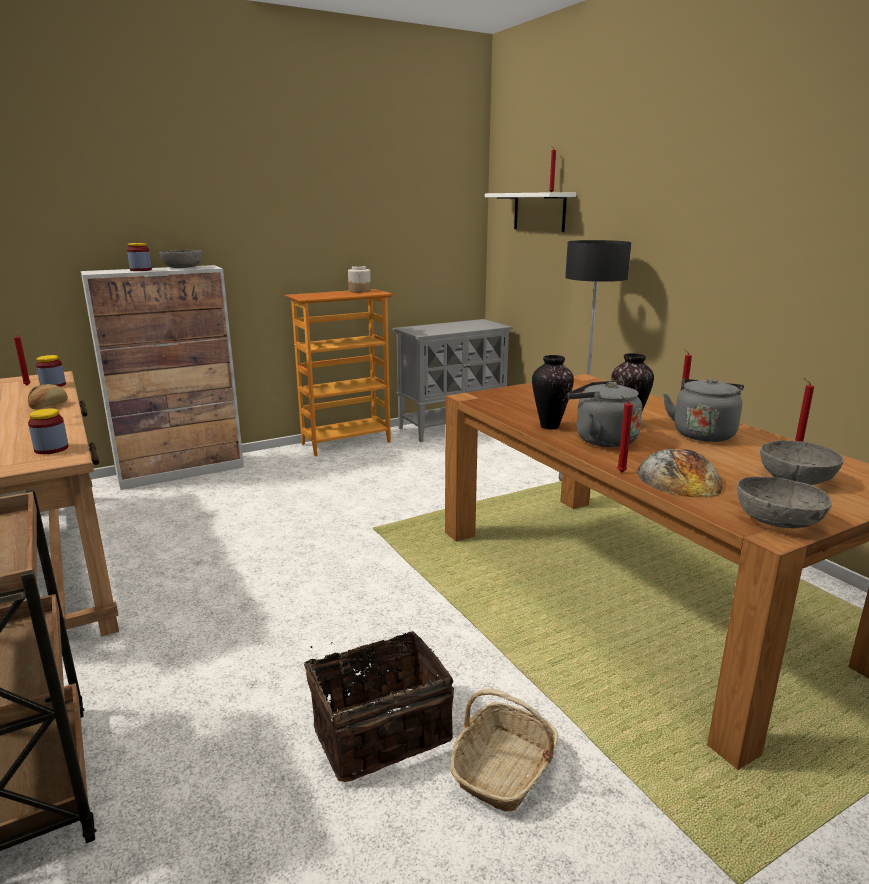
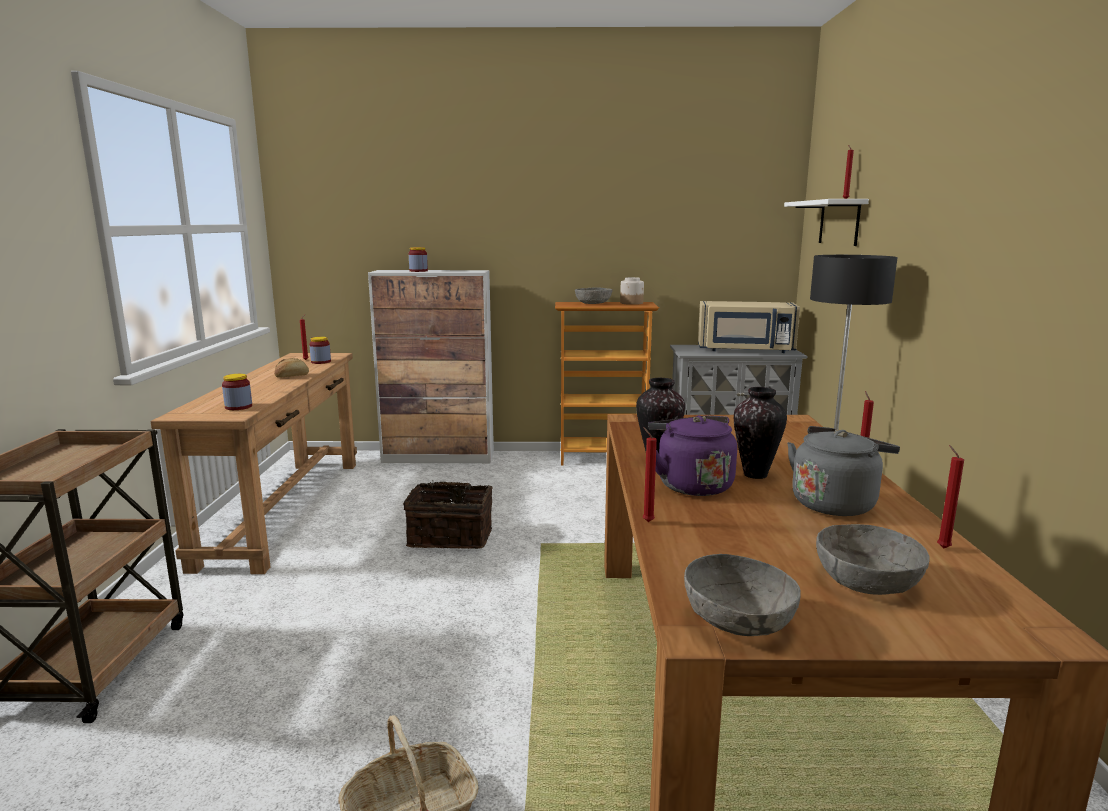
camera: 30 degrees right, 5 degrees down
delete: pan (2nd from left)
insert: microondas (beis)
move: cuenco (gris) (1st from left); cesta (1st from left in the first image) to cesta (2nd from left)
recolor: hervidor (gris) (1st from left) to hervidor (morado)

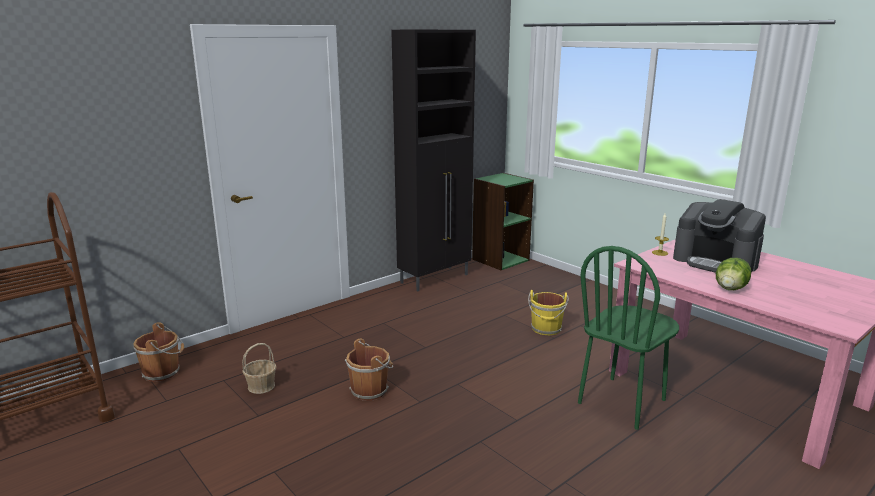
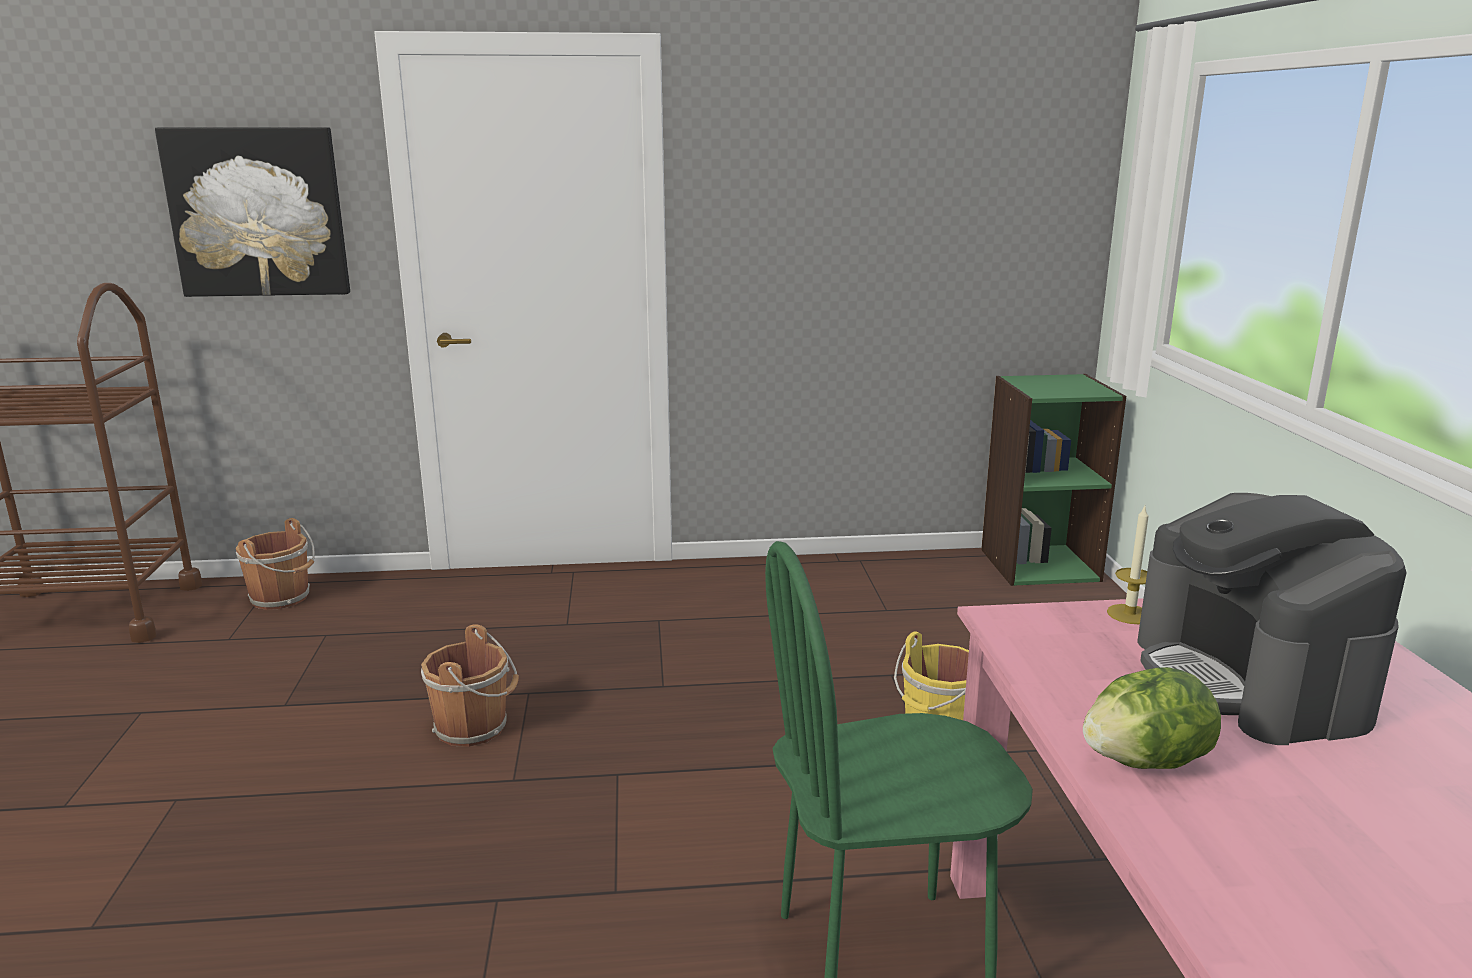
camera: 35 degrees right, 0 degrees up
delete: cesta; armario (negro)
insert: cuadro

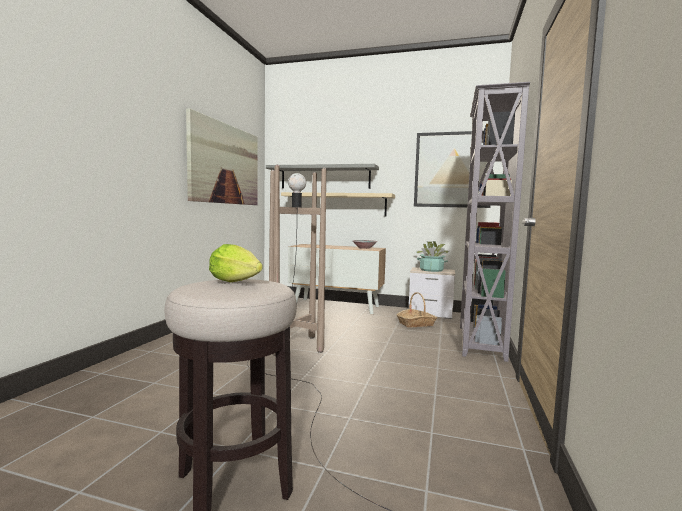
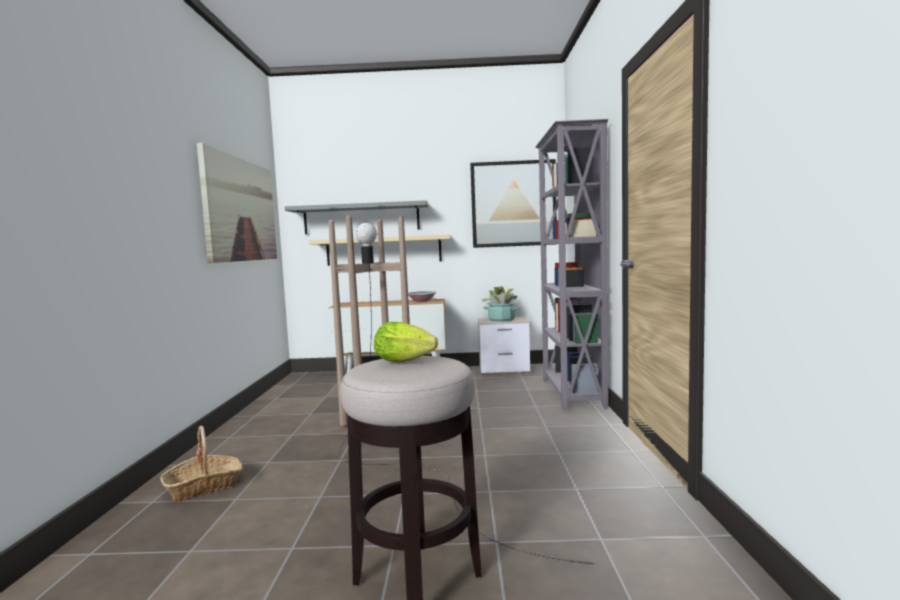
camera: 15 degrees left, 0 degrees up
move: cesta

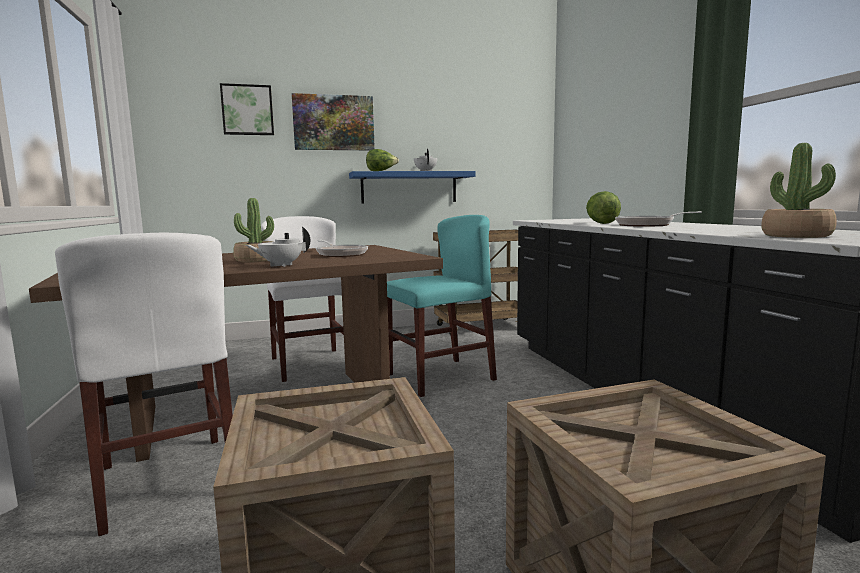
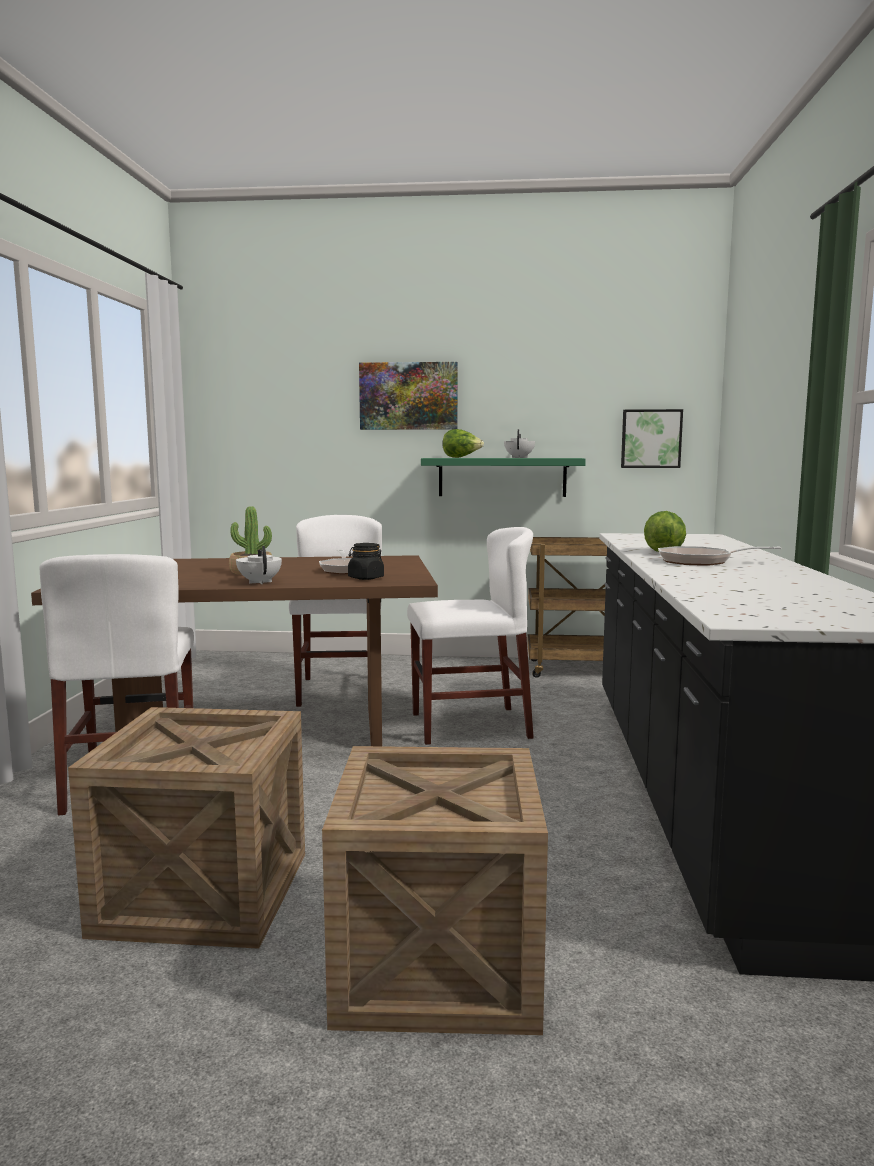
camera: 20 degrees right, 0 degrees up
delete: planta en maceta (2nd from left)
insert: tarro (negro)
move: cuadro (1st from left in the first image) to cuadro (2nd from left)
recolor: estante (azul) to estante (verde); silla (turquesa) to silla (blanco) (3rd from left)
rotate: tetera (blanco) (1st from left) 75 degrees clockwise

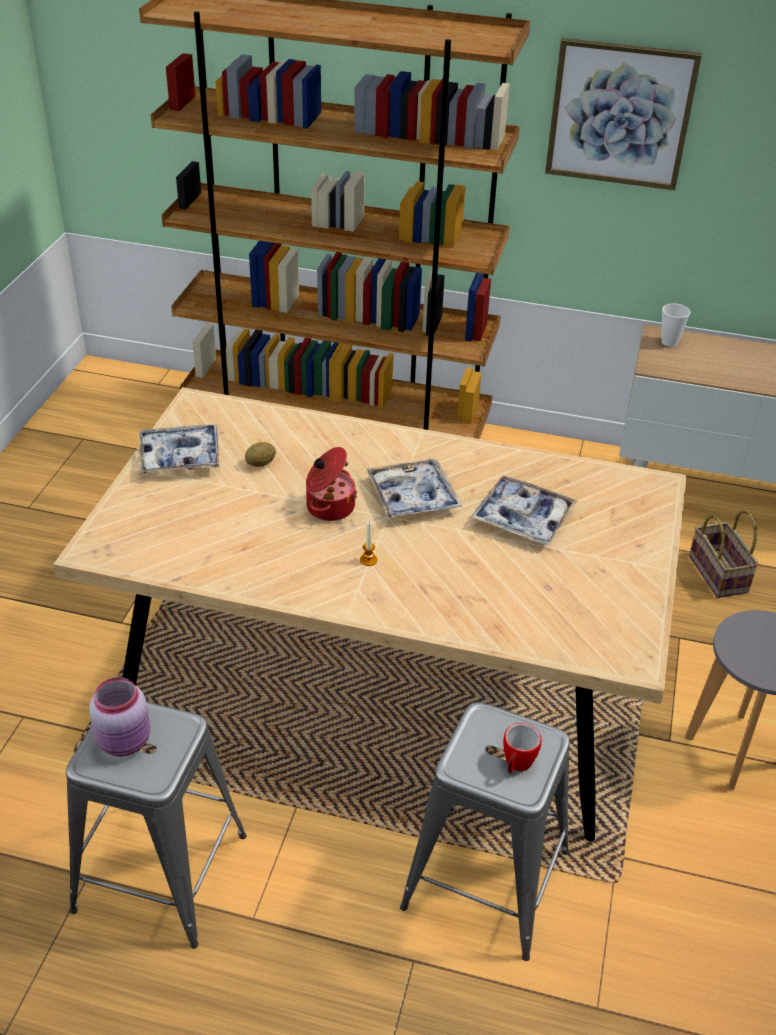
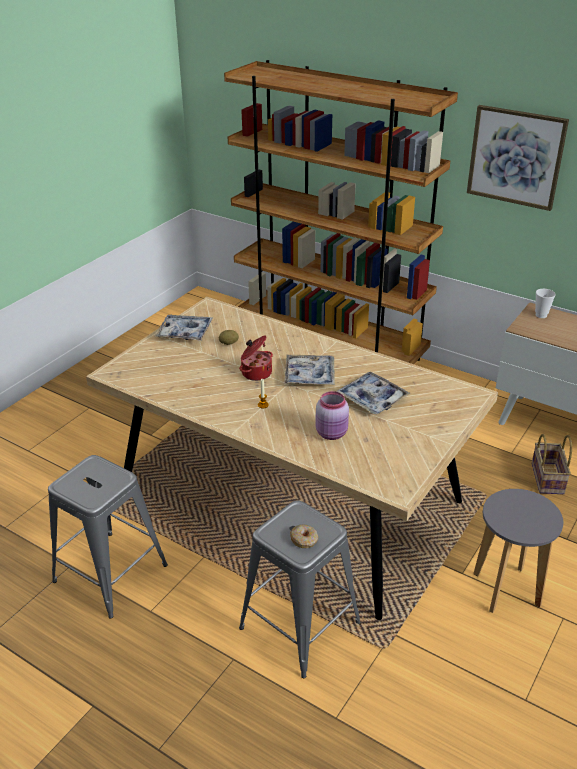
camera: 20 degrees right, 5 degrees down
move: tarro (rosa)
replace: taza grande to rosquilla

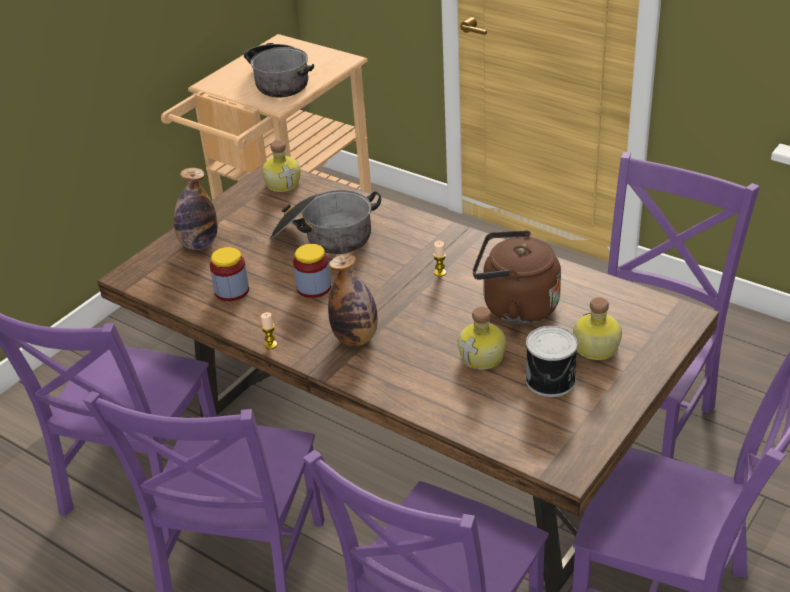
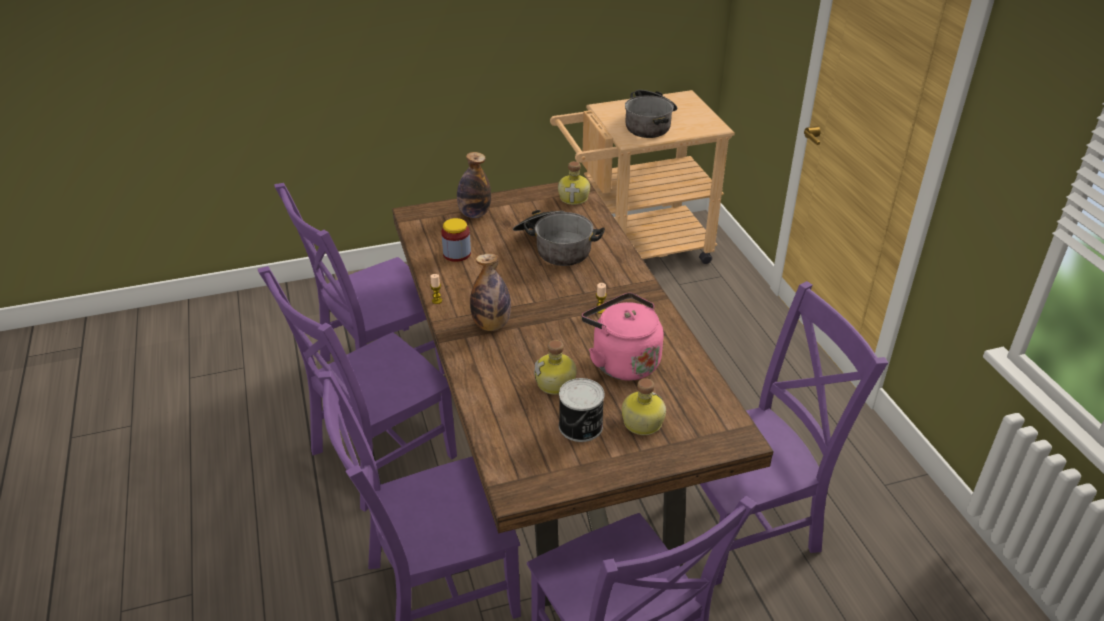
camera: 35 degrees right, 0 degrees up
delete: tarro (2nd from left)
recolor: hervidor (marrón) to hervidor (rosa)

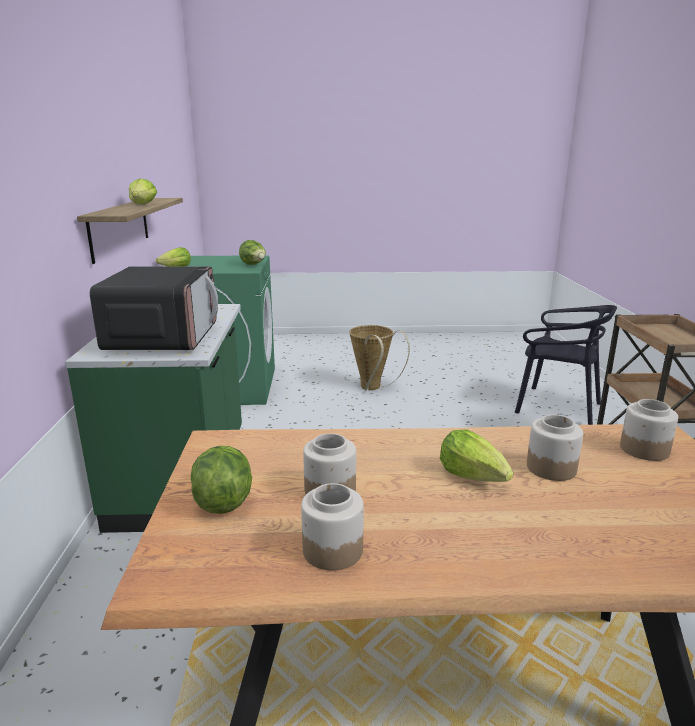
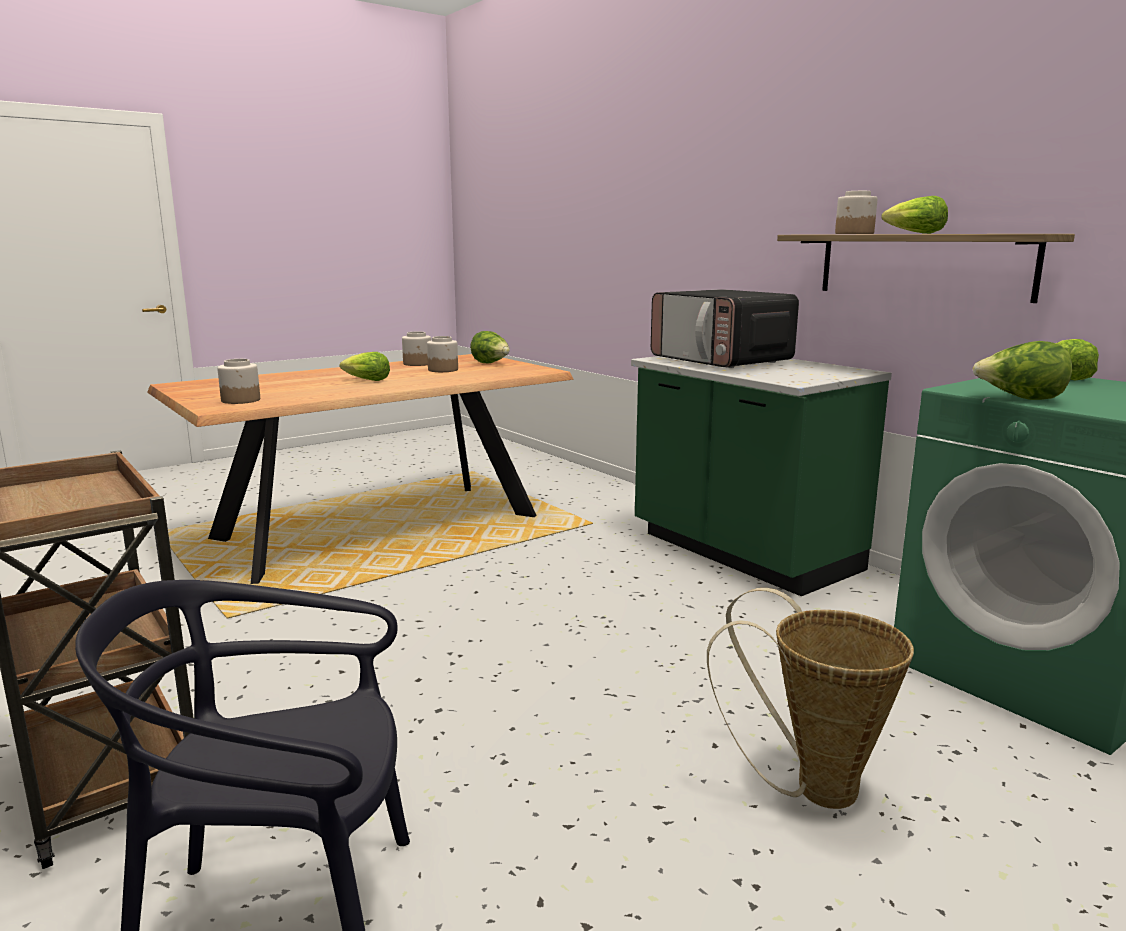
camera: 145 degrees right, 5 degrees down
move: tarro (3rd from left in the first image) to tarro (4th from left)

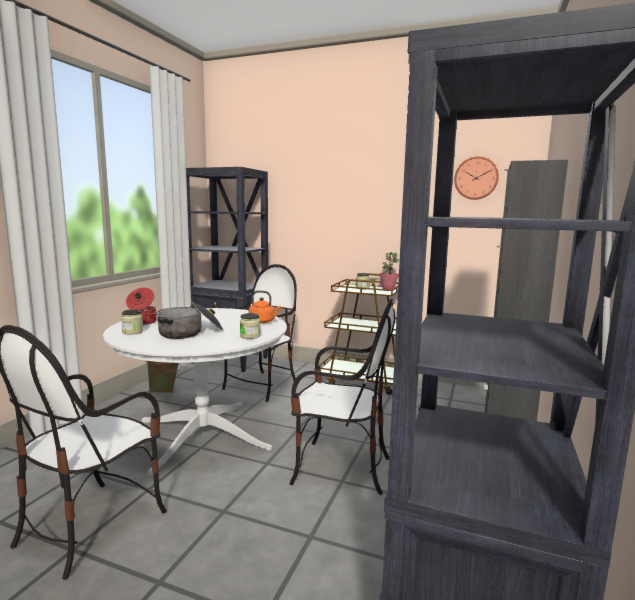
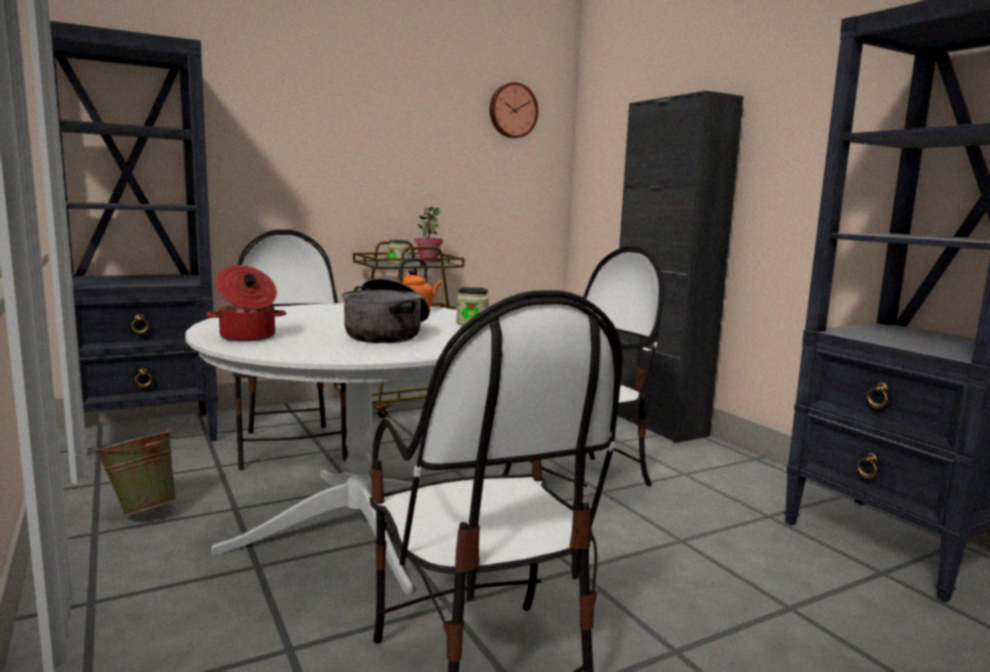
camera: 50 degrees left, 0 degrees up
delete: tarro (1st from left)

